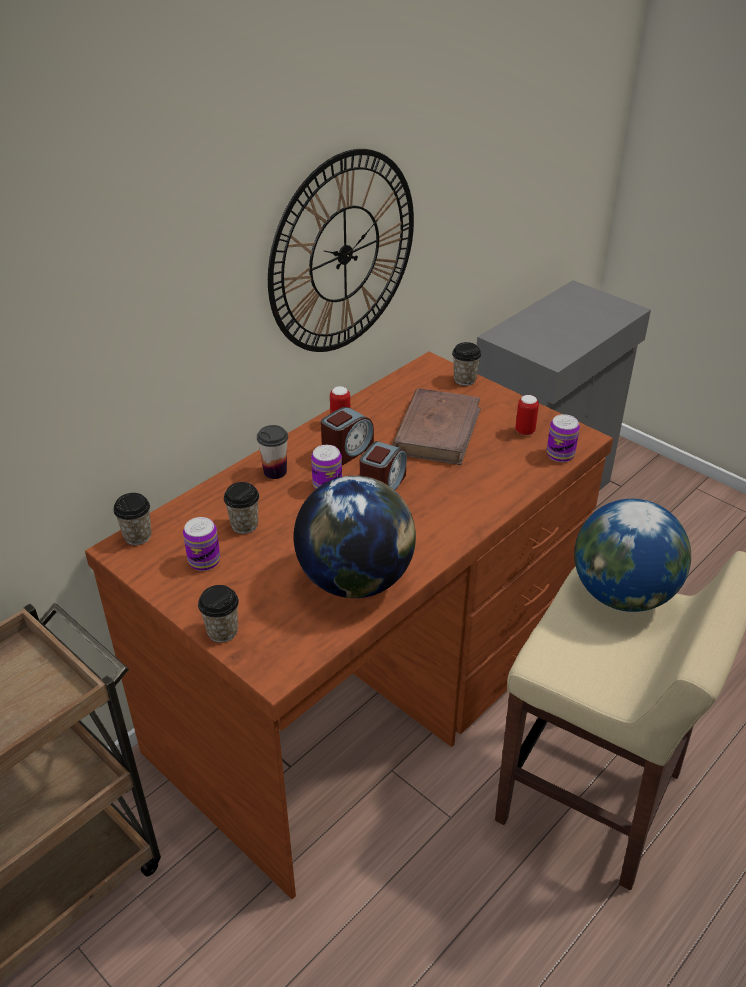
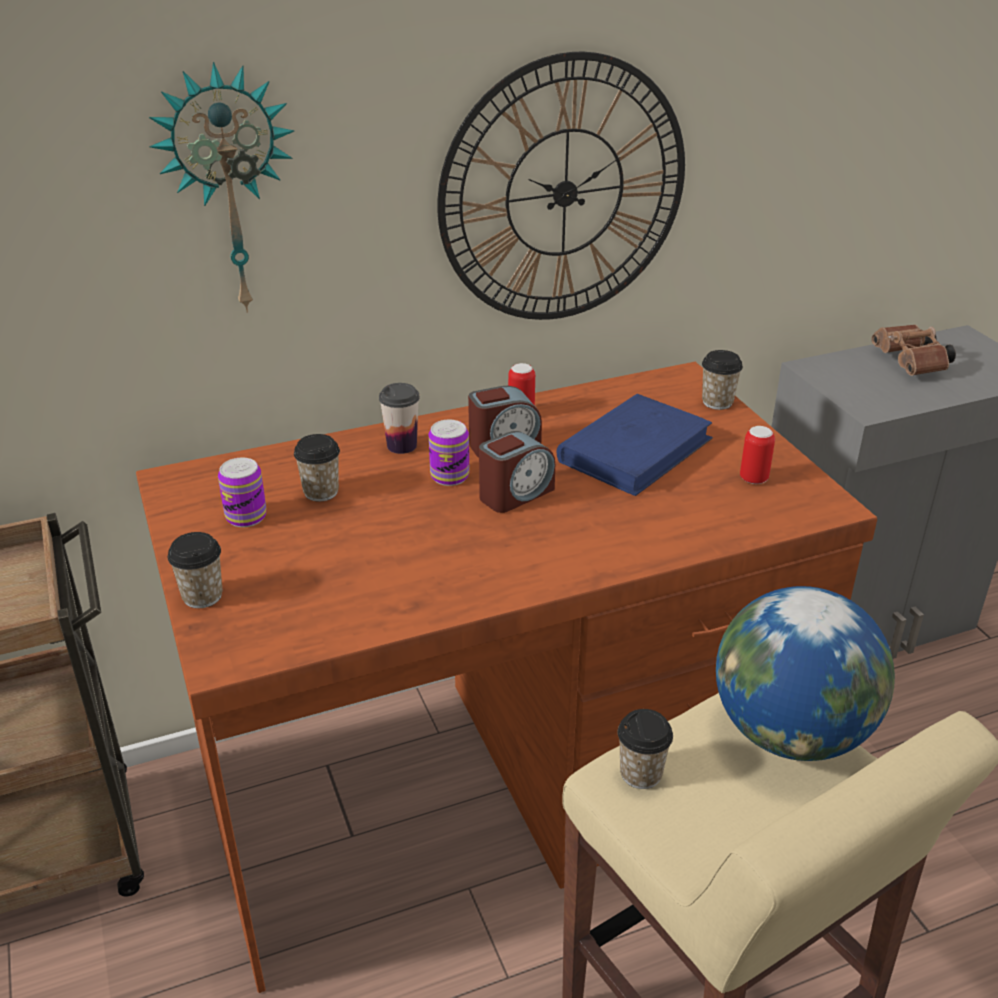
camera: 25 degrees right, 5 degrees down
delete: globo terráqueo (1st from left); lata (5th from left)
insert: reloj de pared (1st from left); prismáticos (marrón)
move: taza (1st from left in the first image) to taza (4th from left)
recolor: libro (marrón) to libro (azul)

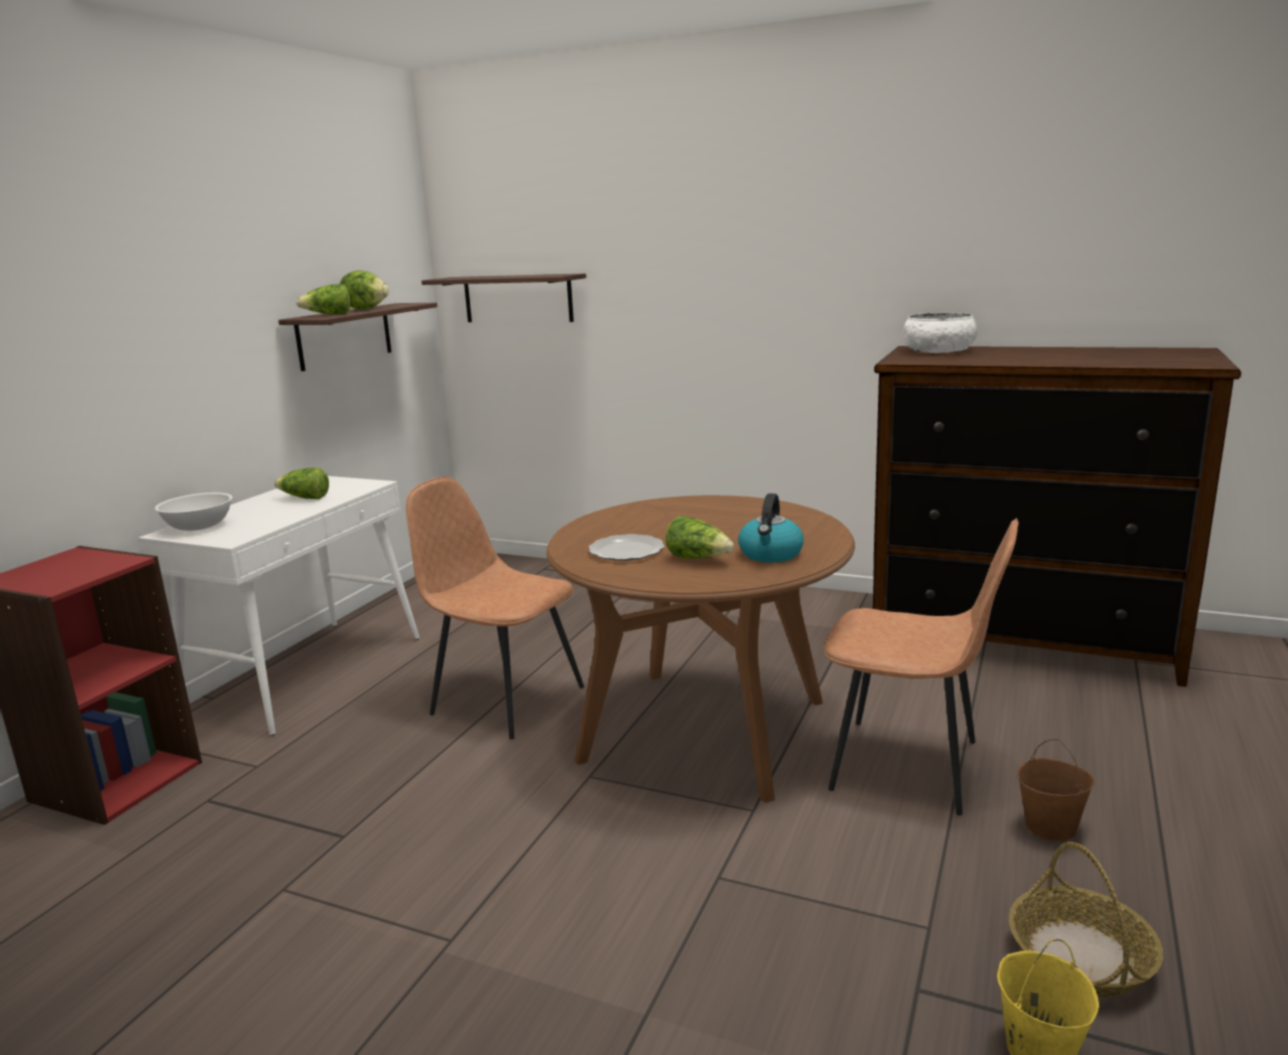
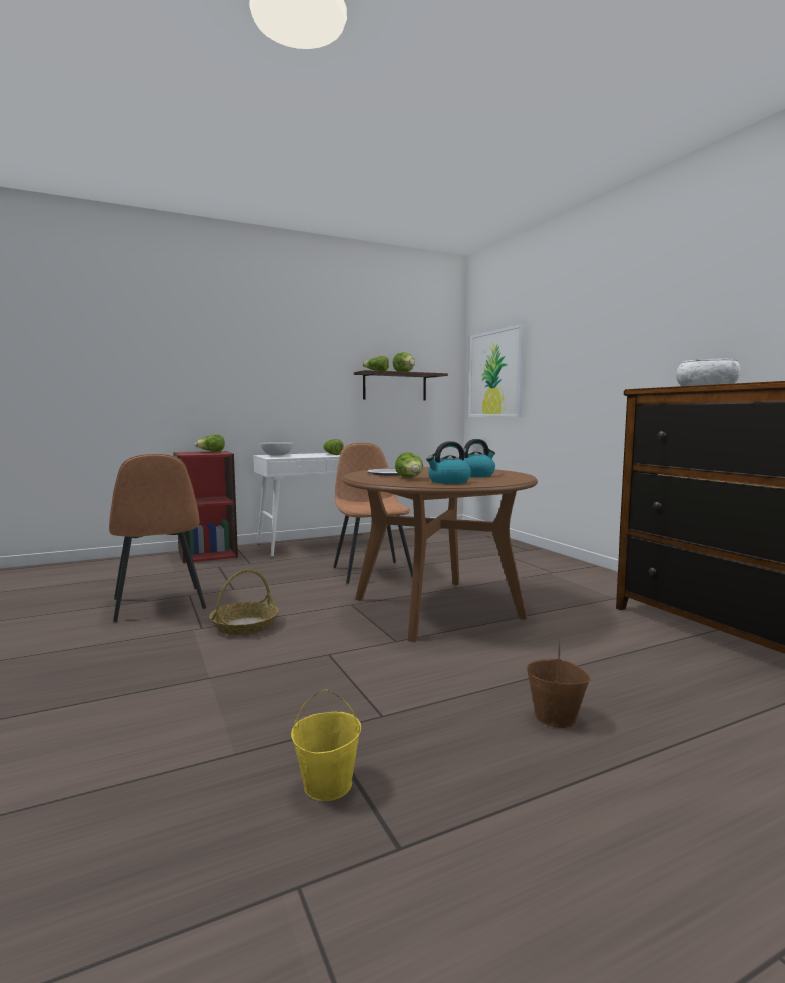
camera: 40 degrees right, 10 degrees down
insert: lechuga (1st from left); hervidor (2nd from left)
move: silla (marrón) (2nd from left in the first image) to silla (marrón) (1st from left); cesta
replace: estante (2nd from left) to cuadro

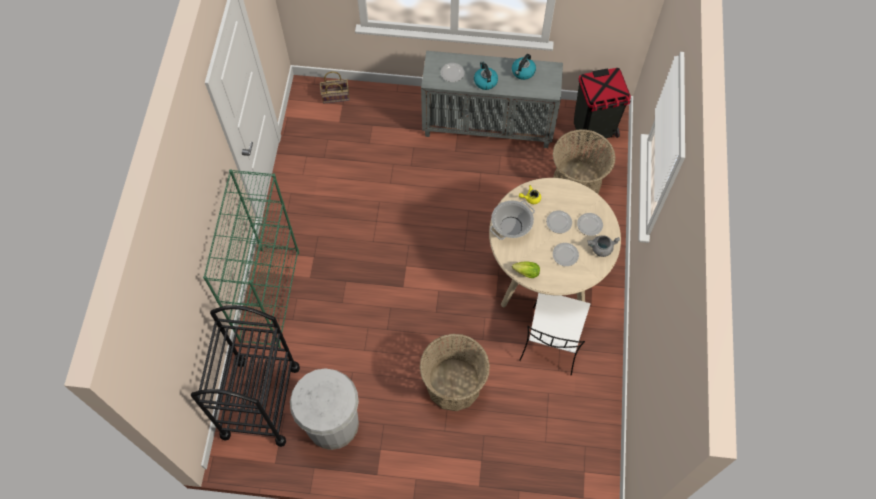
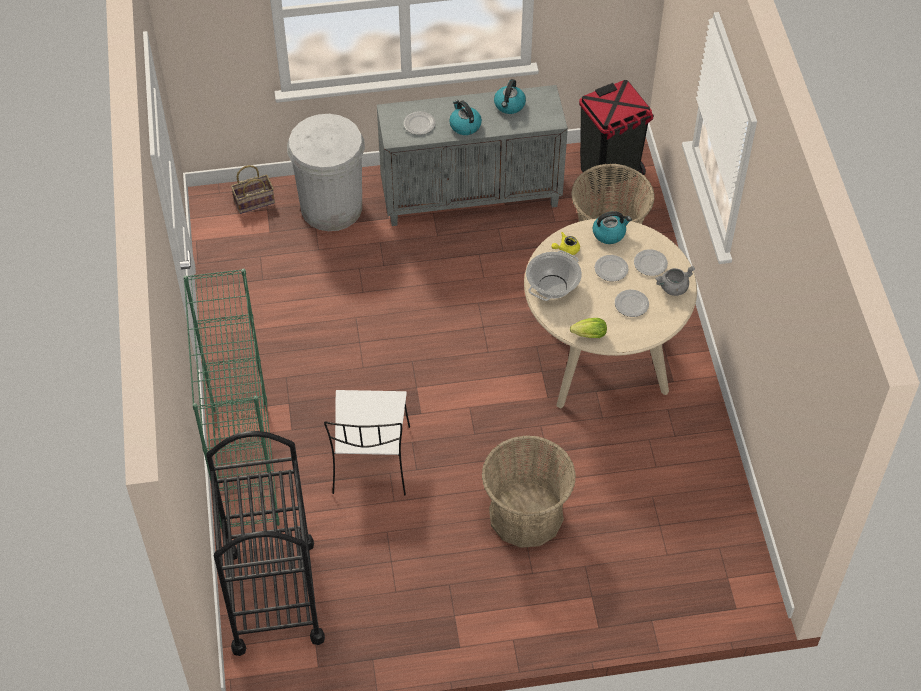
camera: 15 degrees left, 10 degrees down
insert: hervidor (3rd from left)
move: papelera (blanco); silla (blanco)

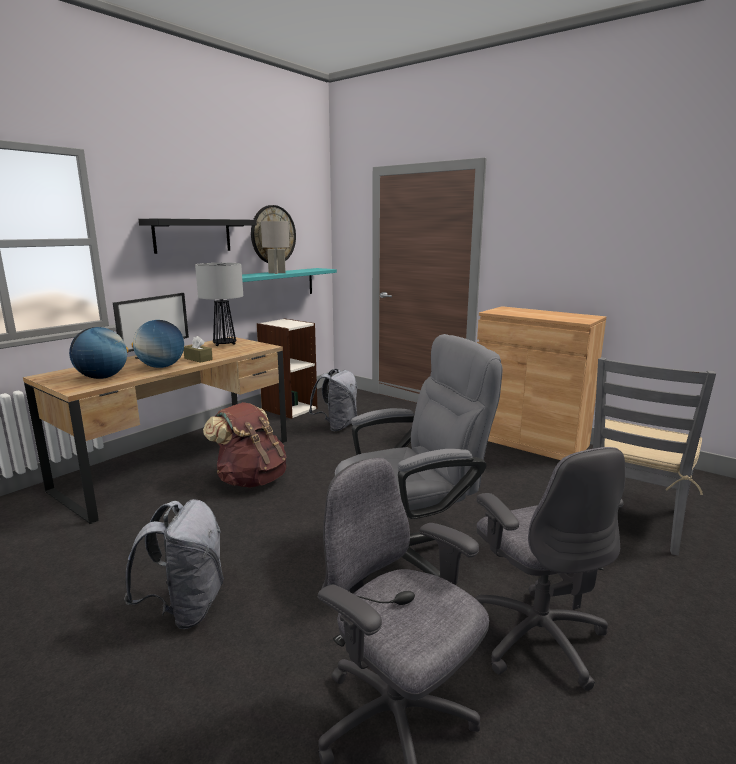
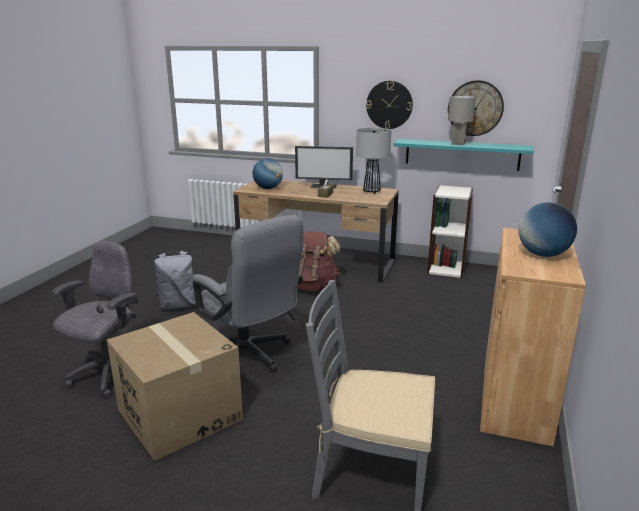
camera: 70 degrees right, 5 degrees up
delete: mochila (gris) (2nd from left)
move: globo terráqueo (2nd from left)
replace: estante (negro) to reloj de pared (1st from left); silla de oficina (gris) (3rd from left) to caja de cartón

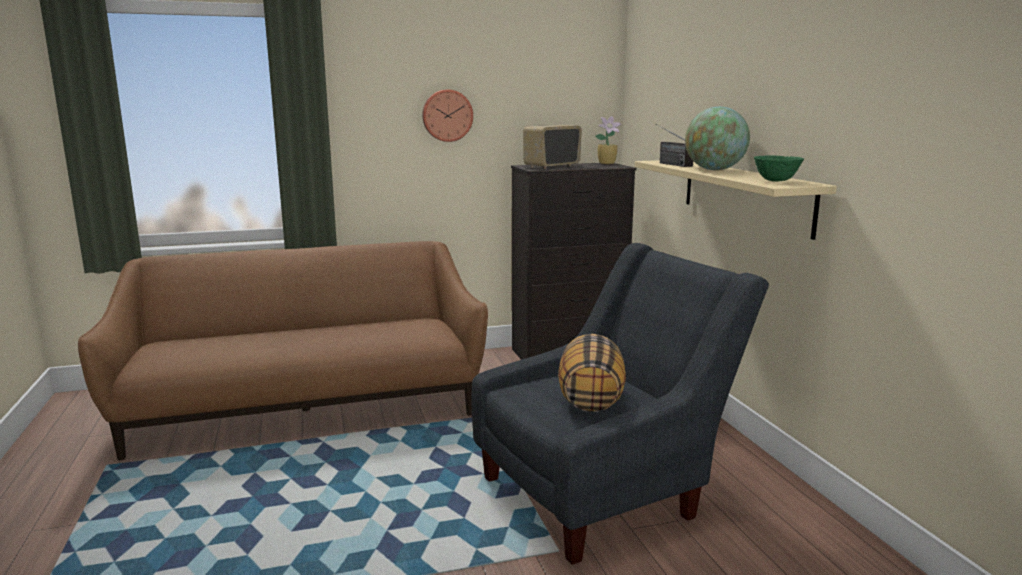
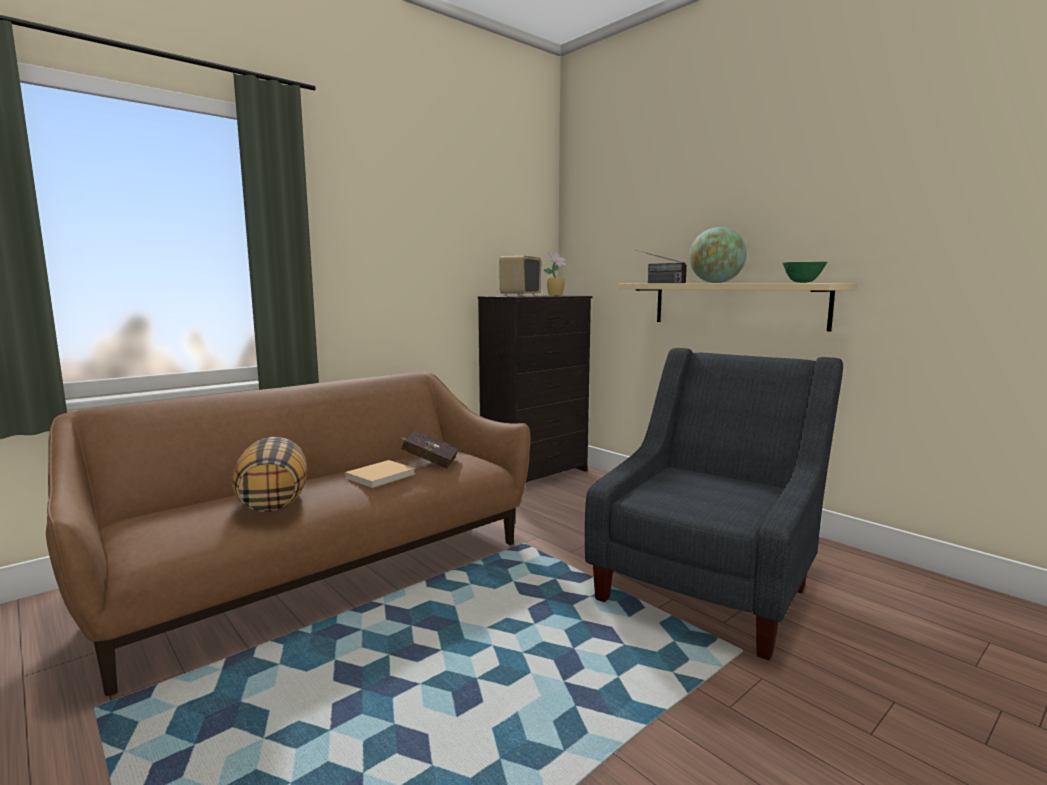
camera: 25 degrees left, 5 degrees down
delete: reloj de pared
insert: libro (beis); libro (rojo)
move: cojín

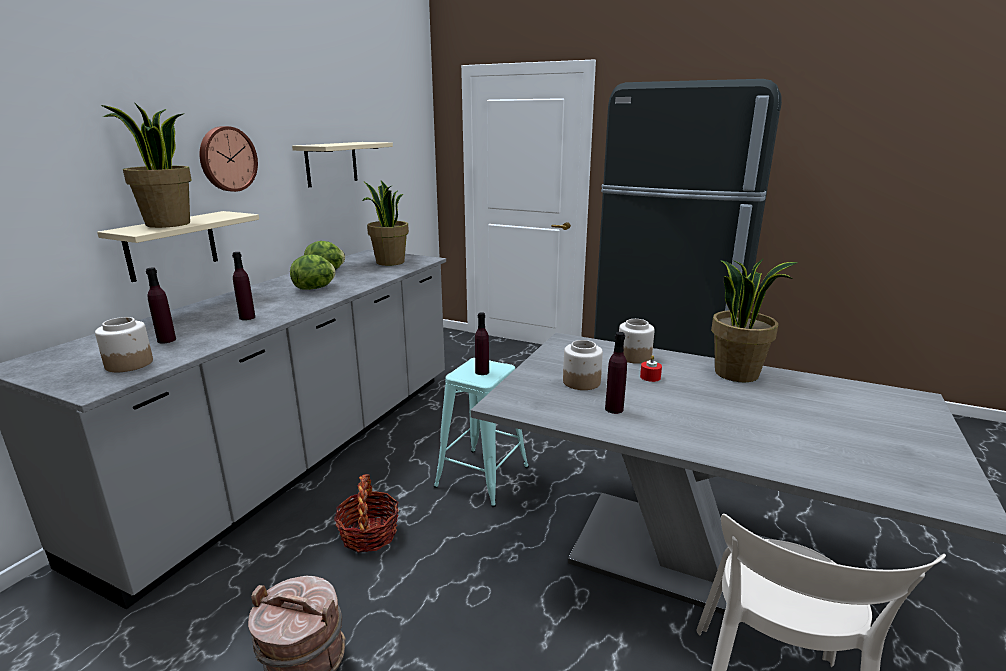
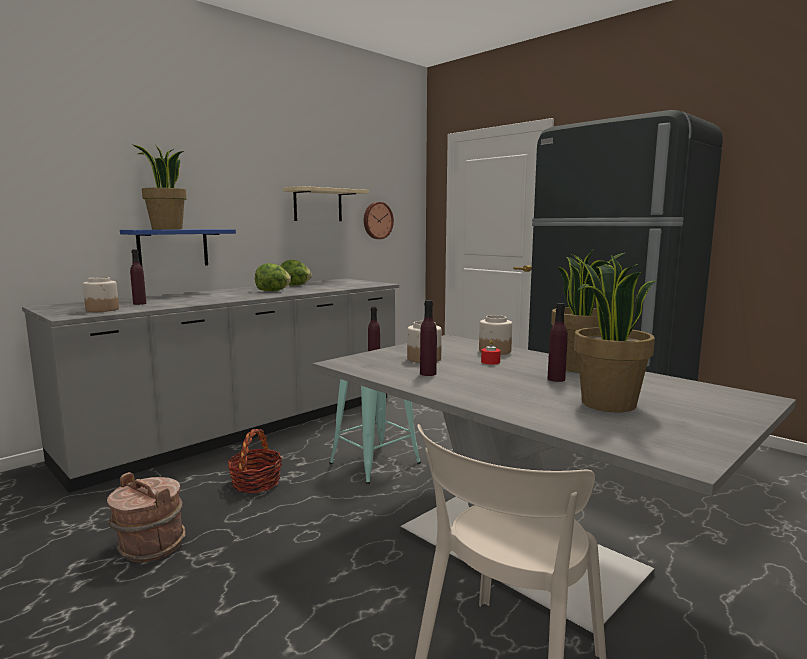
camera: 20 degrees right, 10 degrees down
move: reloj de pared; botella (morado) (2nd from left in the first image) to botella (morado) (4th from left); planta en maceta (2nd from left in the first image) to planta en maceta (3rd from left)
recolor: estante (beis) (1st from left) to estante (azul)

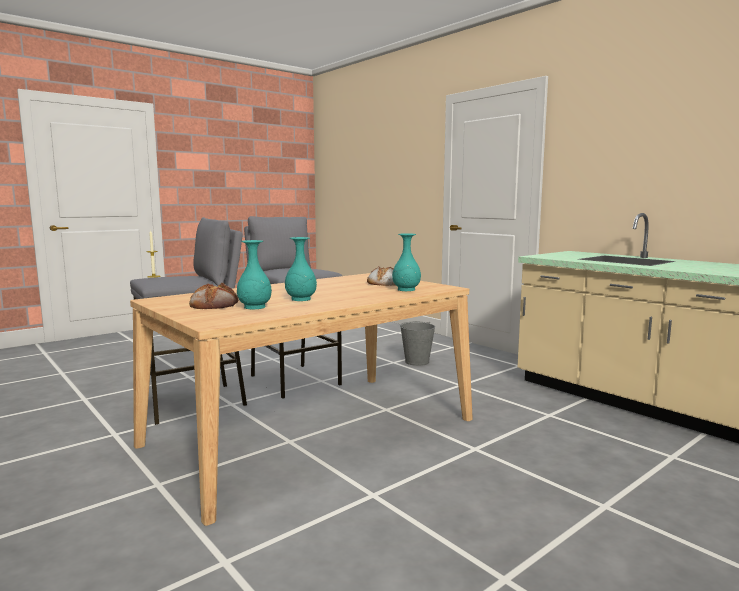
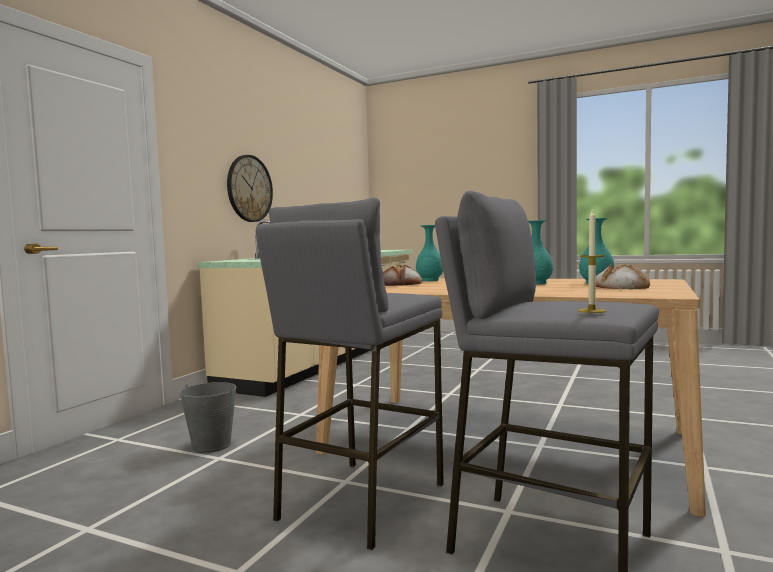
camera: 115 degrees left, 5 degrees down
insert: reloj de pared

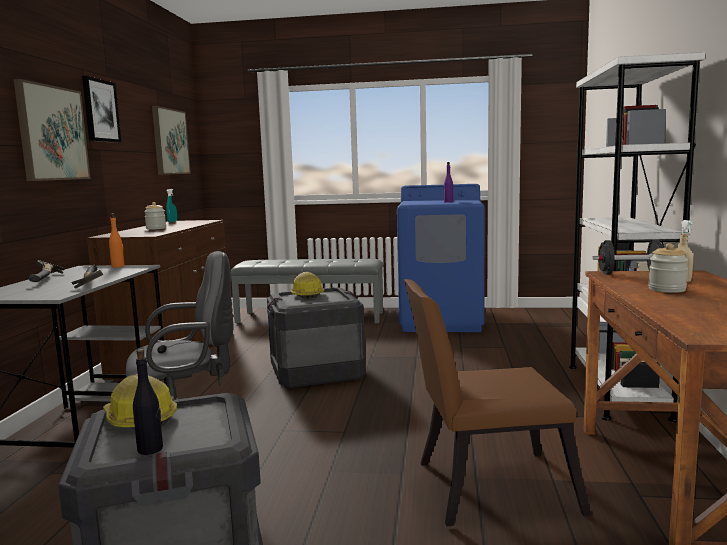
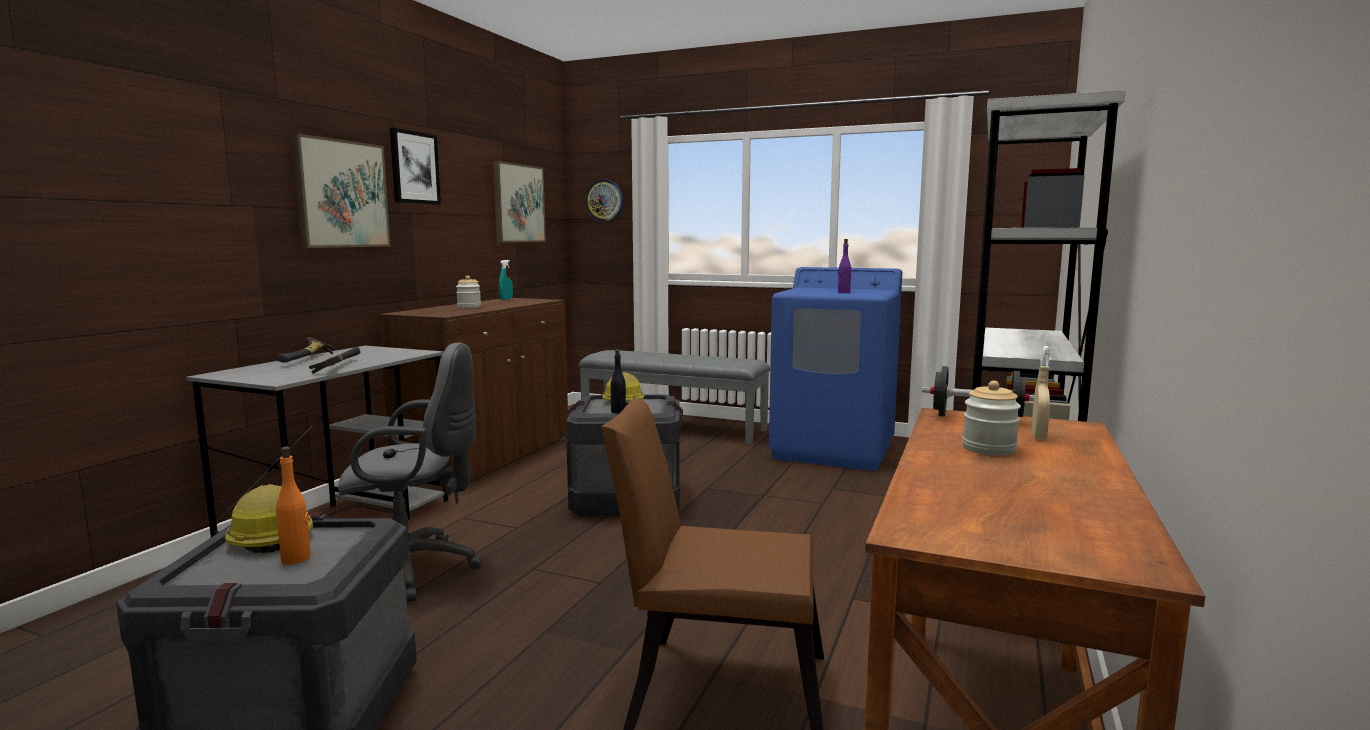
camera: 15 degrees right, 0 degrees up
insert: reloj de pared
move: botella (naranja); botella (negro)

